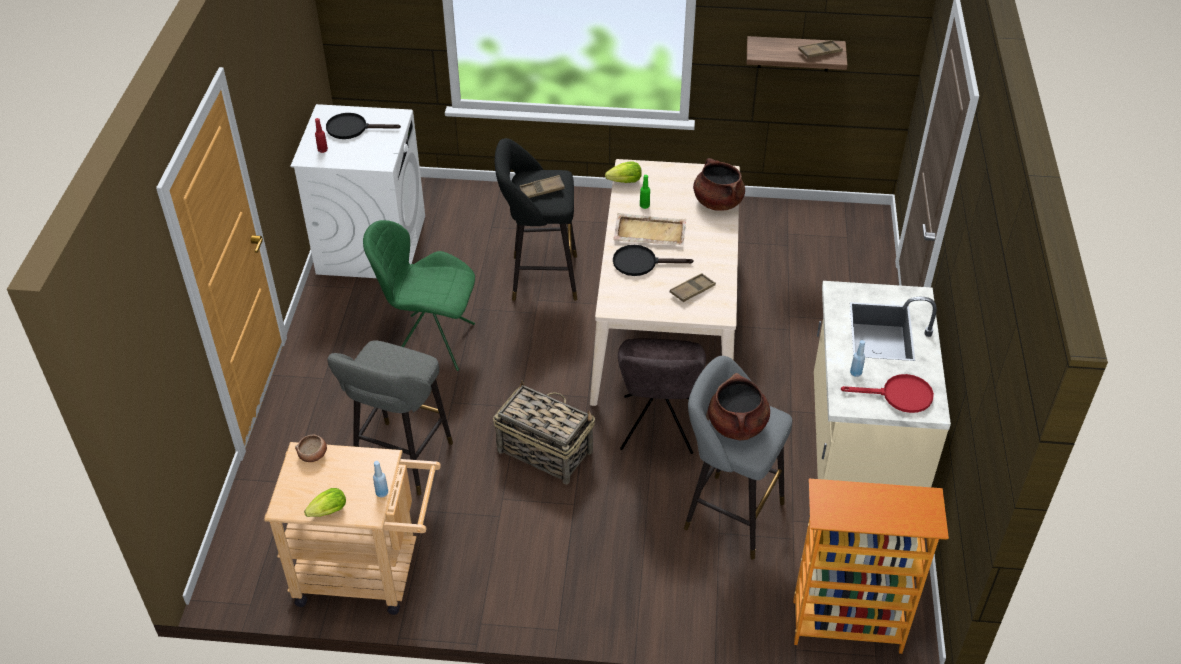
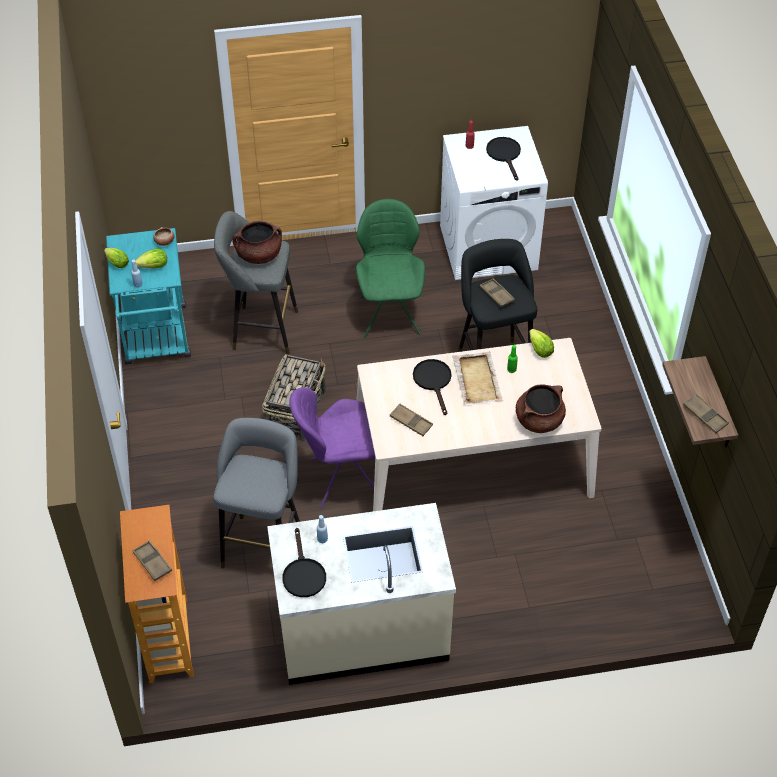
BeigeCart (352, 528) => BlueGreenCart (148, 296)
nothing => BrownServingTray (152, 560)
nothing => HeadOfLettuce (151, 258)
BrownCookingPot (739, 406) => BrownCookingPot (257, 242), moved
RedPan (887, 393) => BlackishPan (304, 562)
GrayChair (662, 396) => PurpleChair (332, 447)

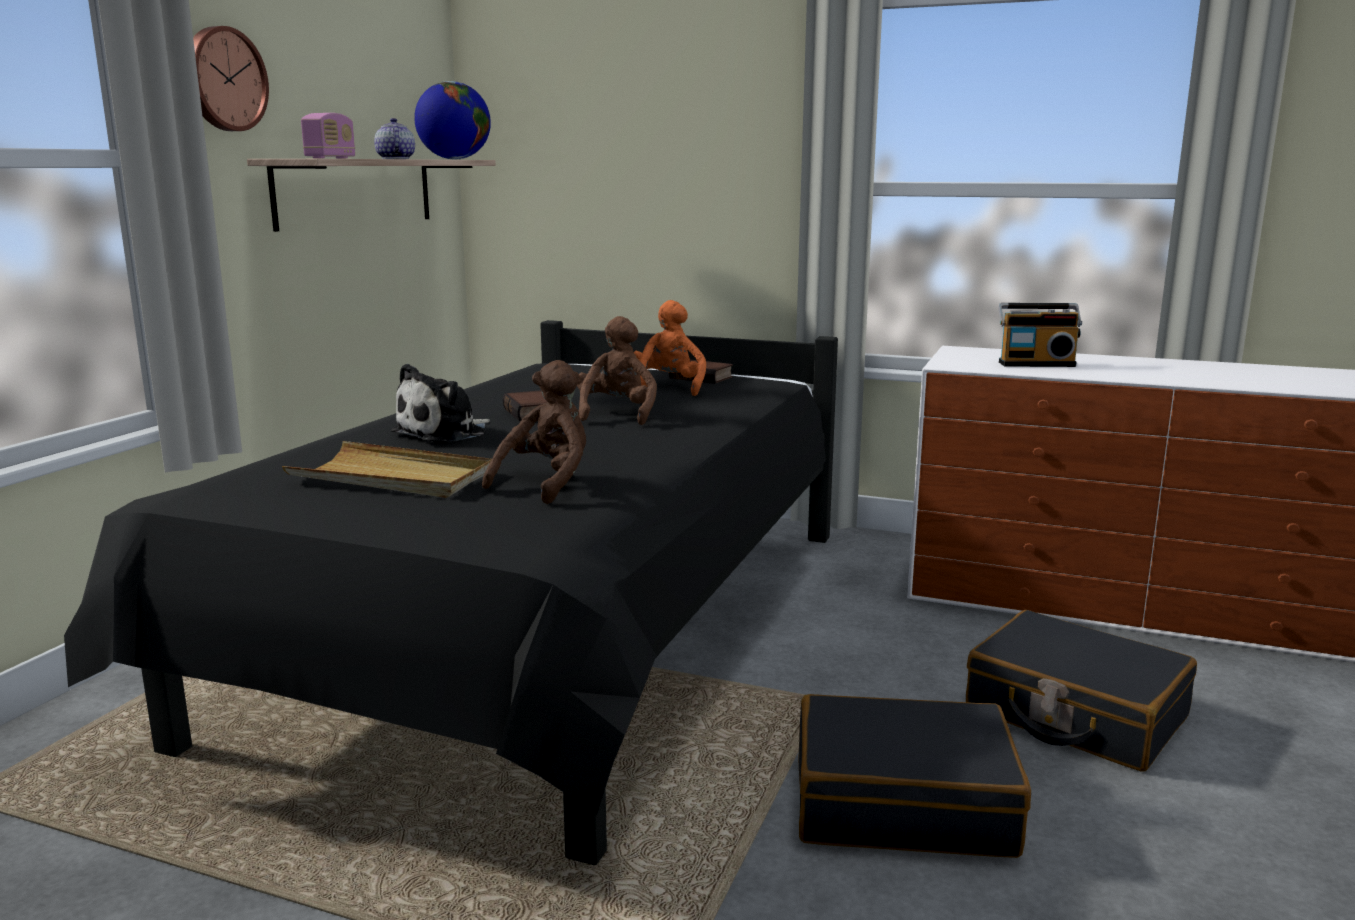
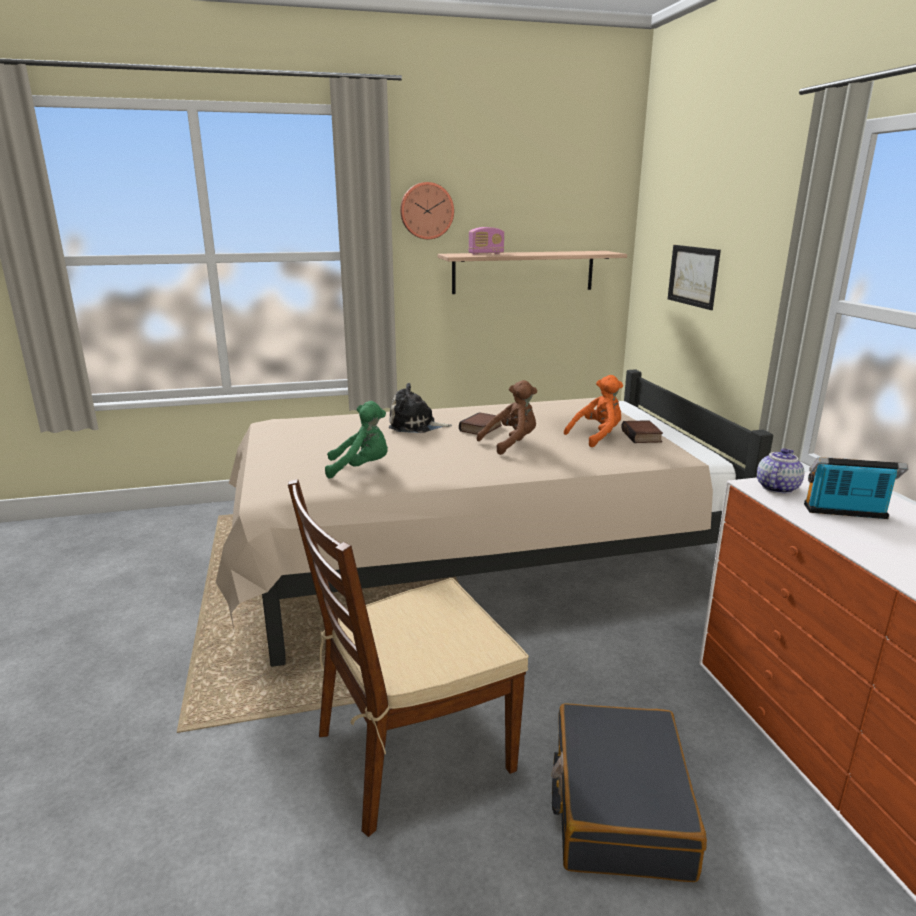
BlackishBed (451, 592) => BeigeBed (494, 518)
BlackishTravelCase (915, 776) => BrownChair (408, 658)
BrownPlushToy (534, 432) => GreenPlushToy (356, 439)
nothing => WallArt (694, 277)
TeaPot (394, 138) => TeaPot (780, 471), moved
Radio (1040, 335) => Radio (856, 488), 135 degrees clockwise
BeigeServingTray (387, 469) => nothing
DeskGlobe (452, 120) => nothing

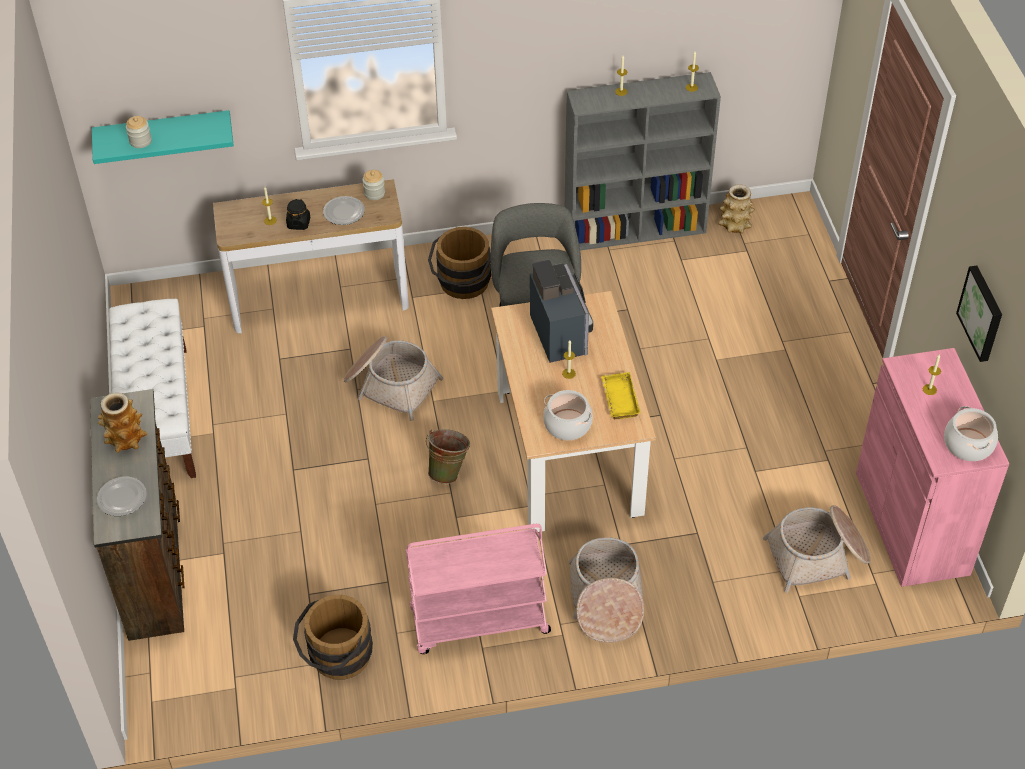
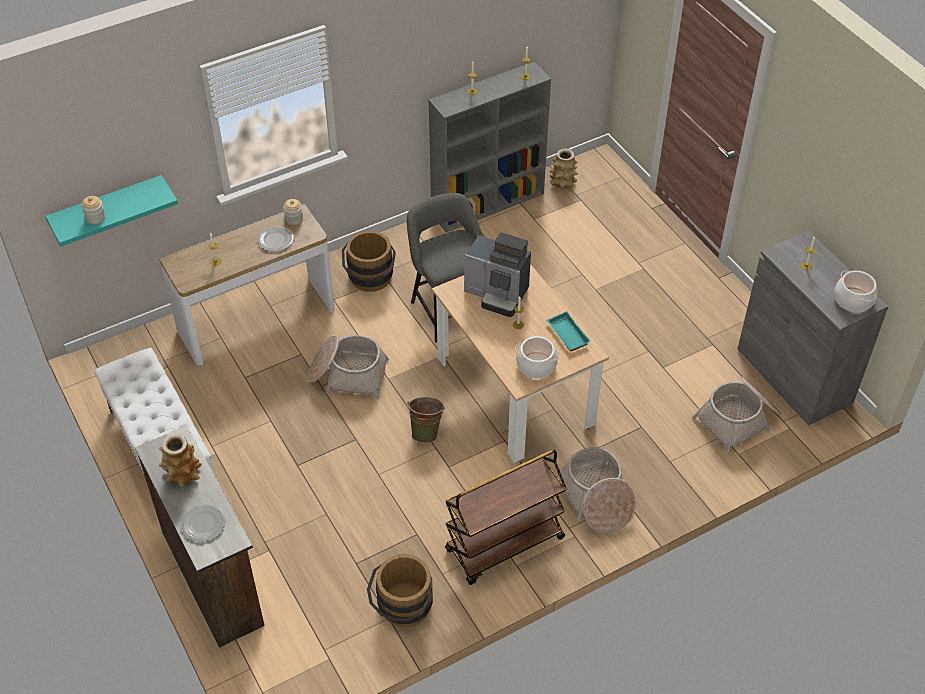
PinkishCart (478, 589) => BrownCart (506, 517)
CoffeeMaker (561, 311) => CoffeeMaker (497, 274), 150 degrees clockwise
YellowServingTray (621, 395) => BlueGreenServingTray (568, 331)
PinkishStorageCabinet (932, 467) => GrayStorageCabinet (813, 328)
BlackishStorageJar (298, 214) => nothing
WallArt (979, 313) => nothing

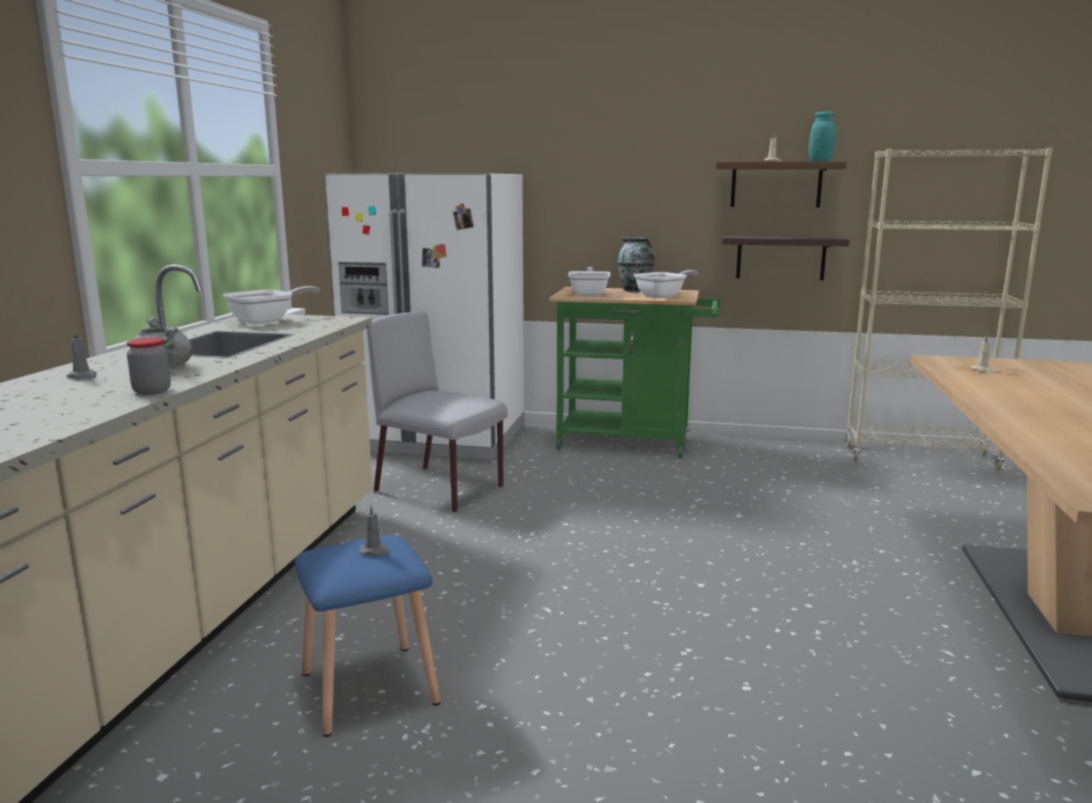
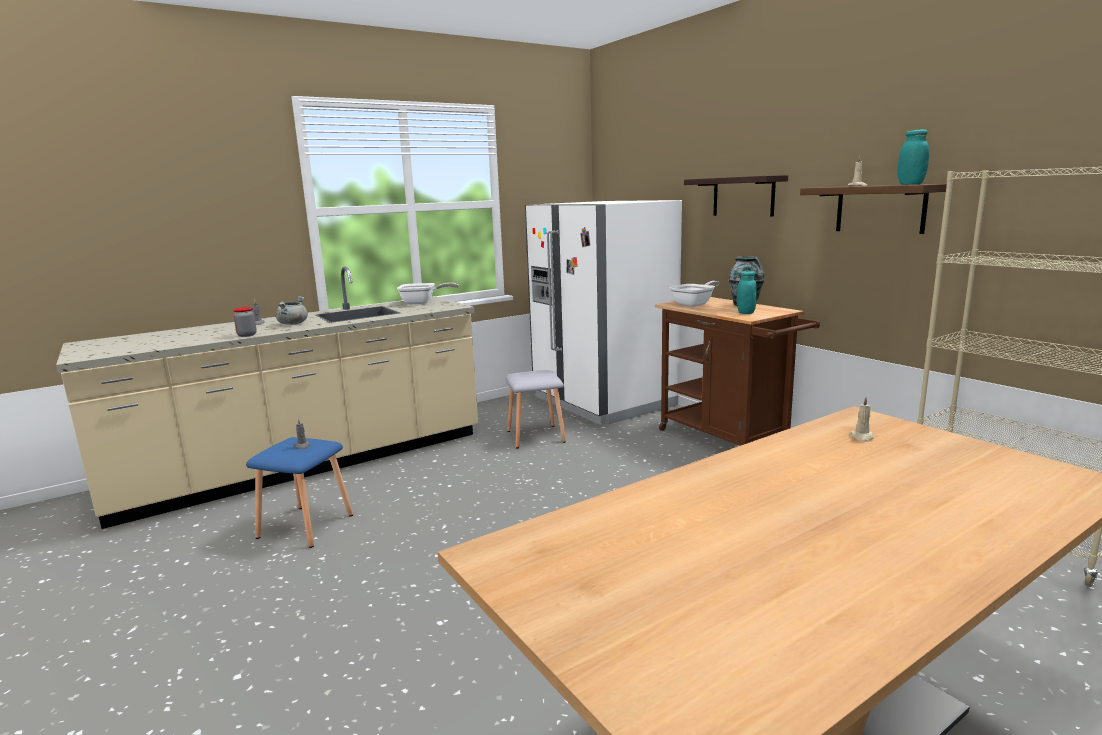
GrayChair (437, 412) => GrayStool (536, 409)
GreenCart (634, 372) => BrownCart (737, 371)
Shelf (785, 257) => Shelf (736, 195), moved
Pan (666, 284) => BlueGreenStorageJar (747, 292)

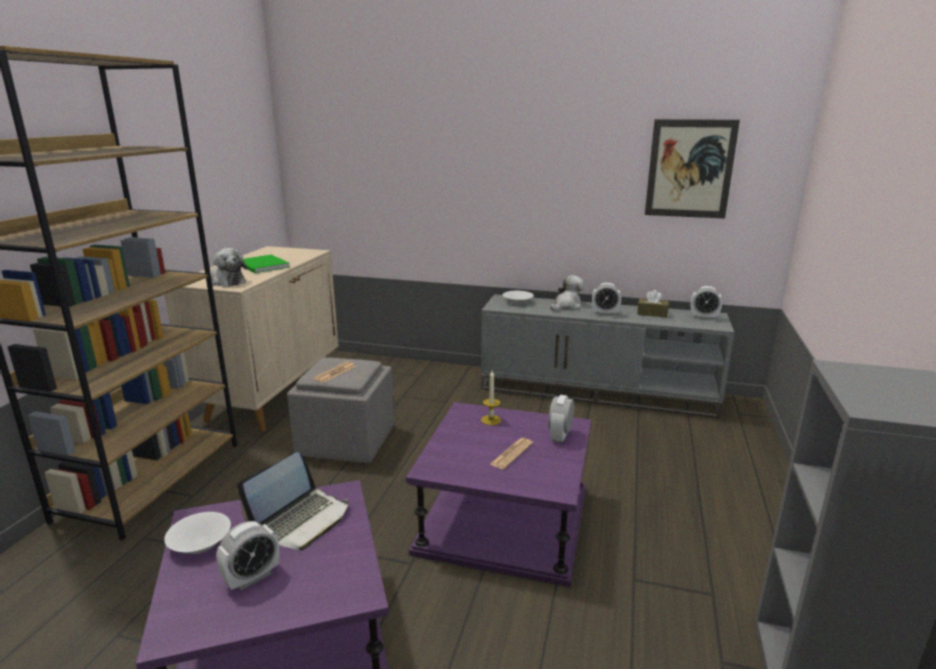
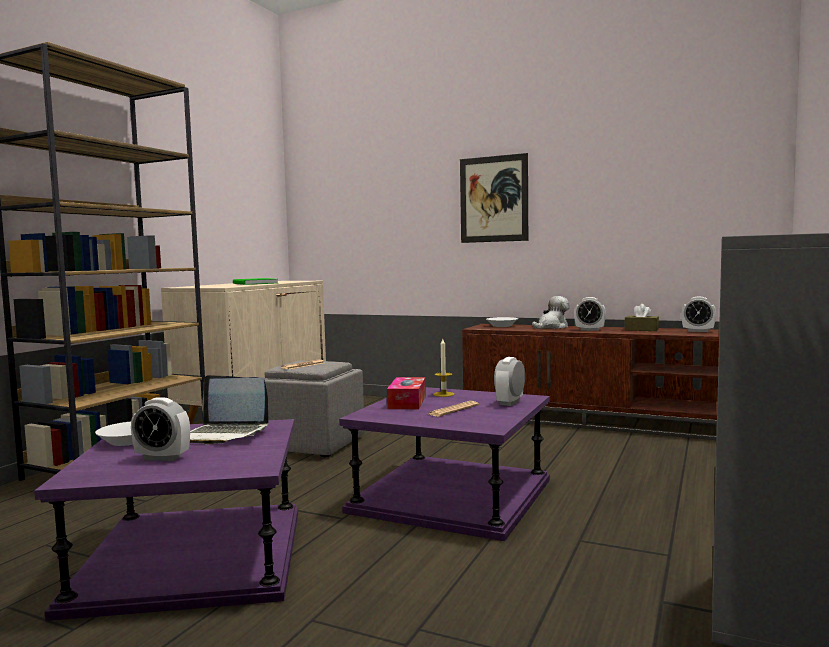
AlarmClock (247, 556) => AlarmClock (160, 429), 45 degrees clockwise
PortableComputer (293, 501) => PortableComputer (229, 409), 60 degrees clockwise
nothing => TissueBox (406, 393)
WallArt (692, 169) => WallArt (494, 198), moved
GrayMediaConsole (608, 356) => BrownMediaConsole (590, 382)
PlushToy (229, 267) => nothing

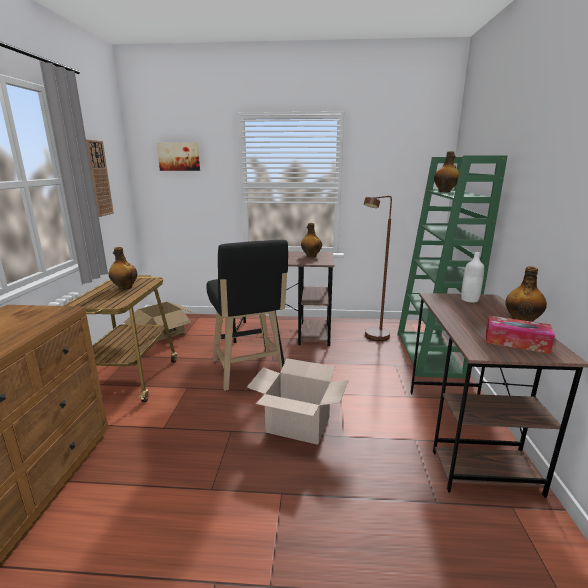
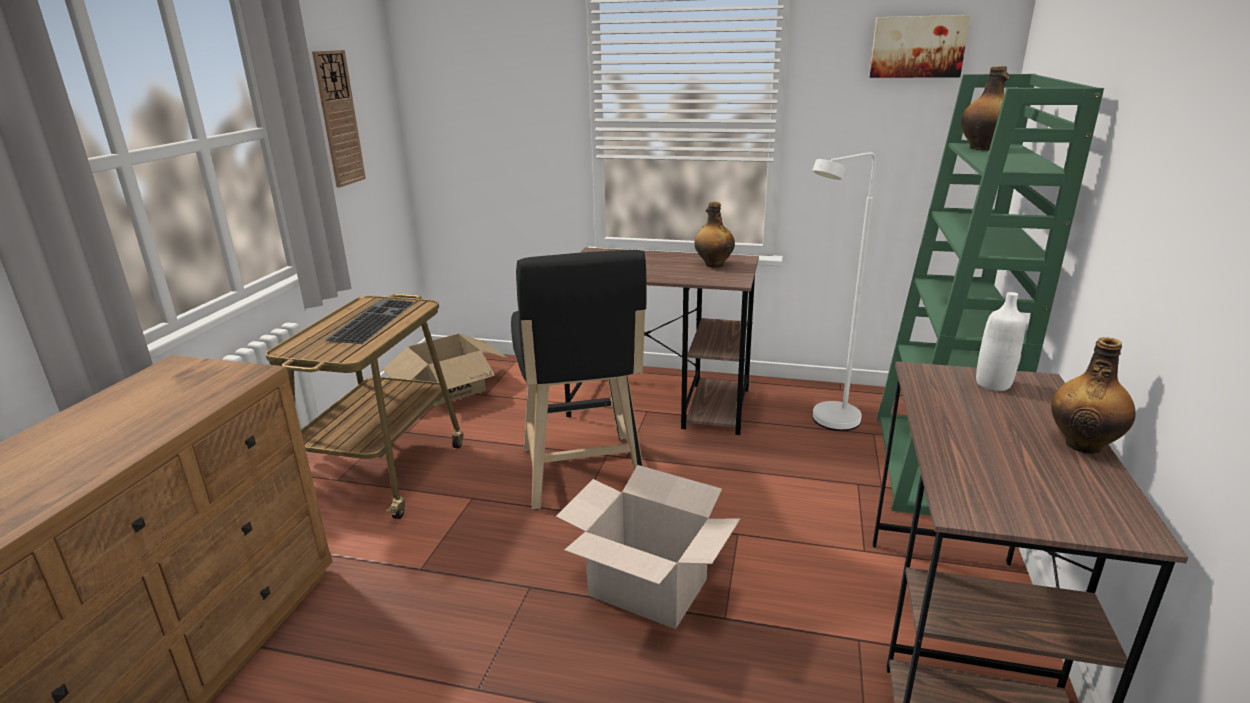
BeverageBottle (123, 268) => Keyboard (370, 321)
BrownStandingLamp (378, 268) => WhiteStandingLamp (844, 292)
WallArt (178, 156) => WallArt (920, 46), moved
TissueBox (520, 335) => nothing

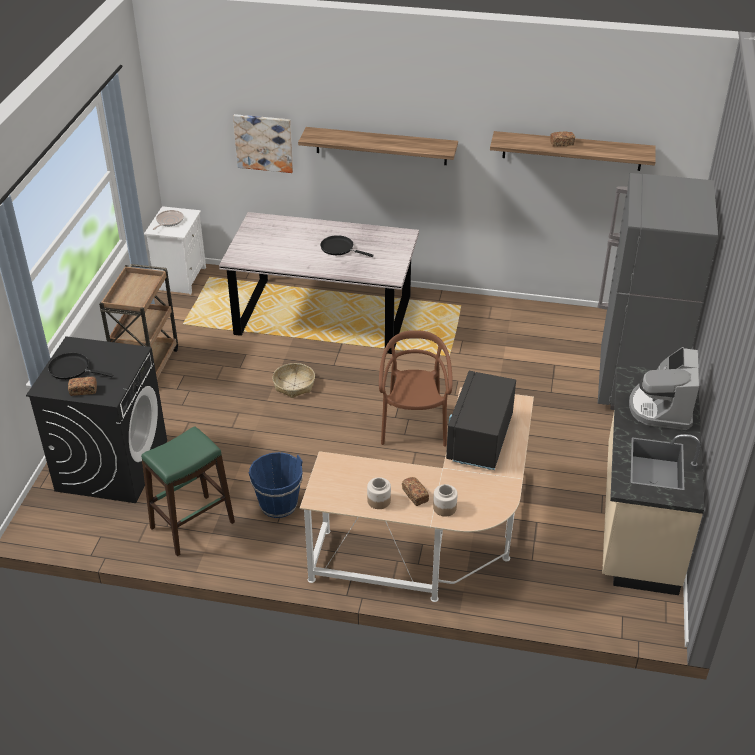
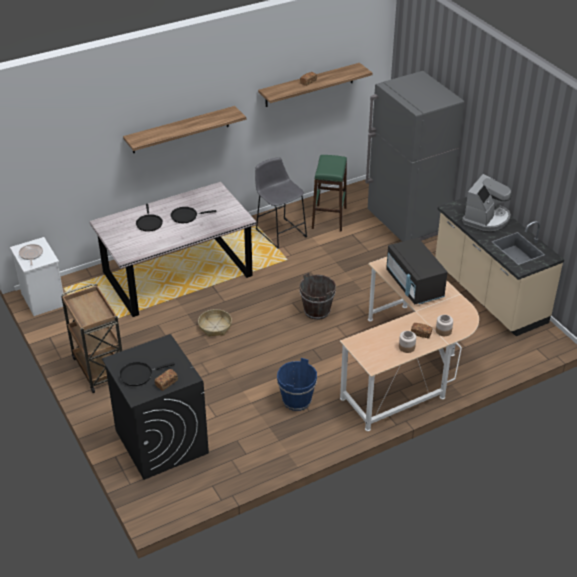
nothing => BlackishPan (149, 218)
nothing => GrayStool (281, 203)
BrownChair (415, 388) => BrownWaterBucket (317, 296)
GreenStool (188, 491) => GreenStool (329, 193), moved
CoffeeMaker (664, 388) => CoffeeMaker (487, 202), 120 degrees counterclockwise
WallArt (263, 143) => nothing

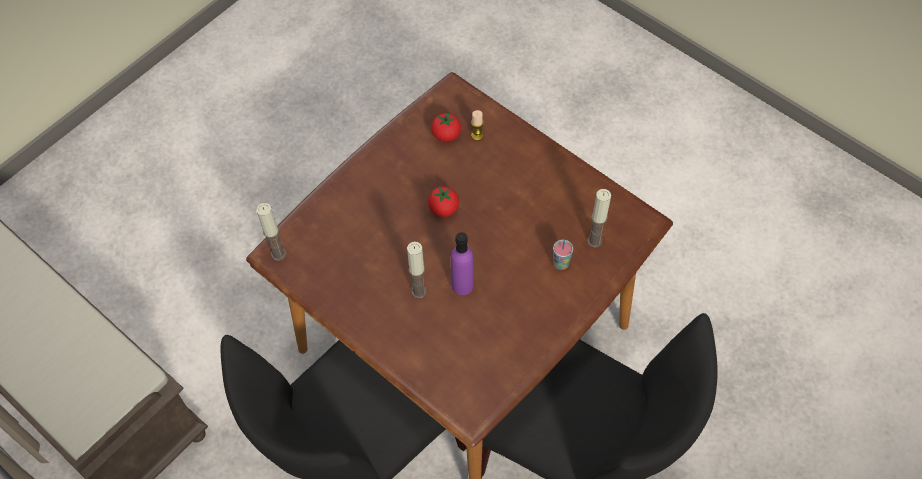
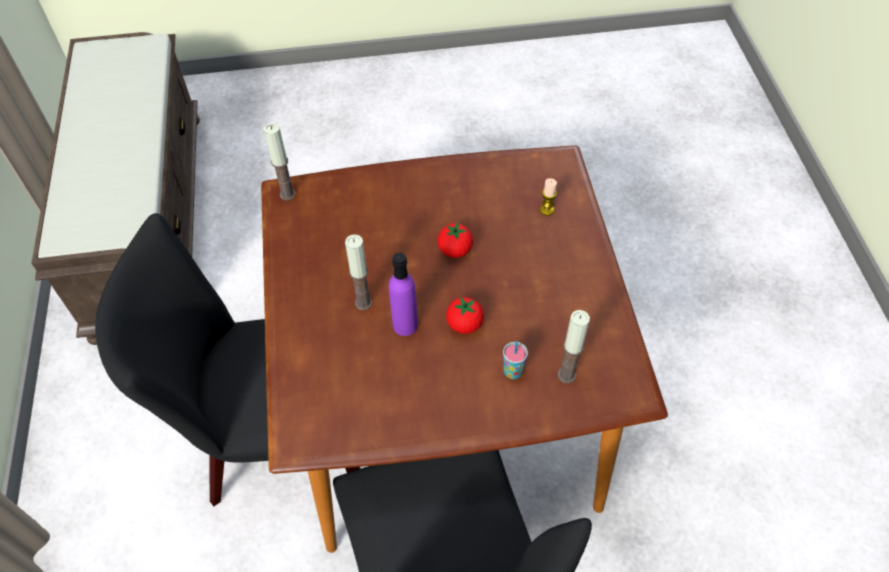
WholeTomato (446, 127) => WholeTomato (465, 315), moved

